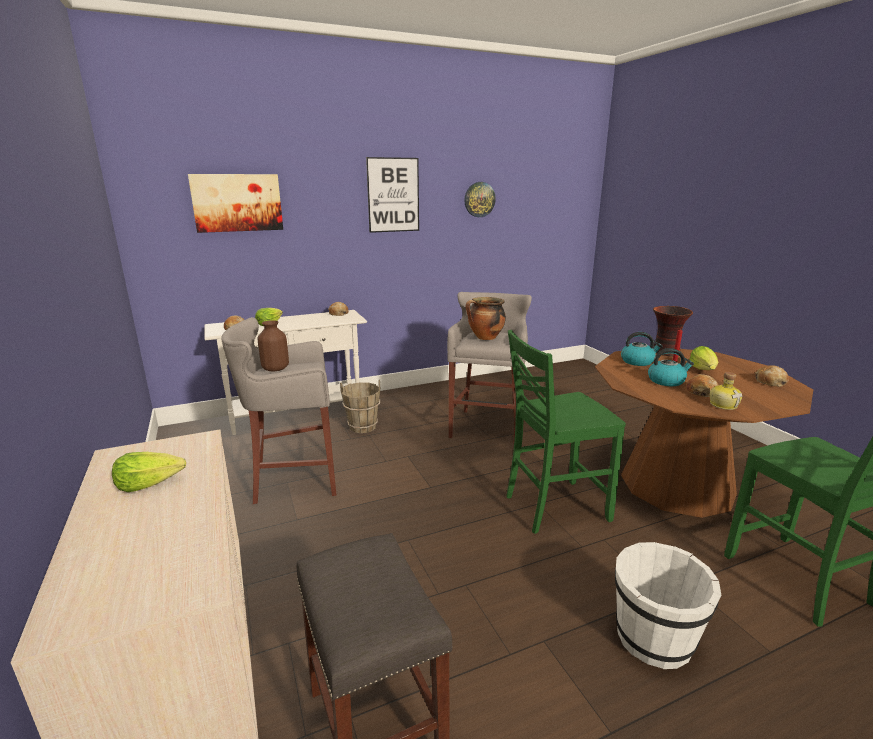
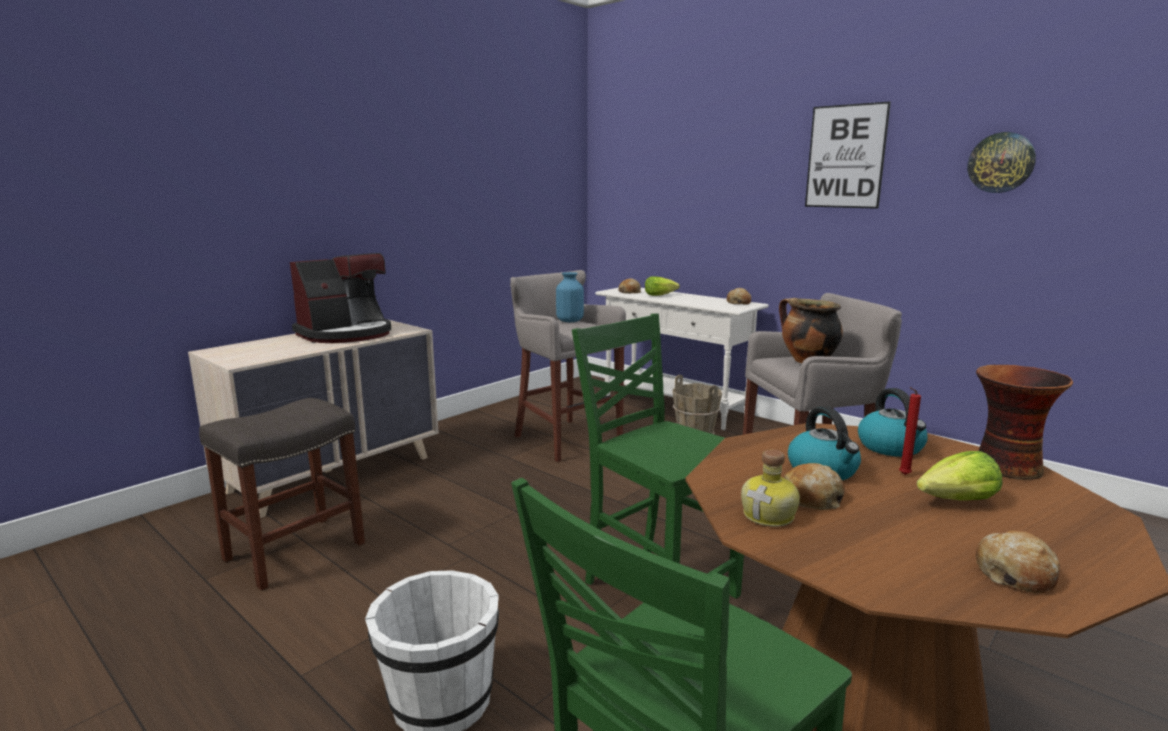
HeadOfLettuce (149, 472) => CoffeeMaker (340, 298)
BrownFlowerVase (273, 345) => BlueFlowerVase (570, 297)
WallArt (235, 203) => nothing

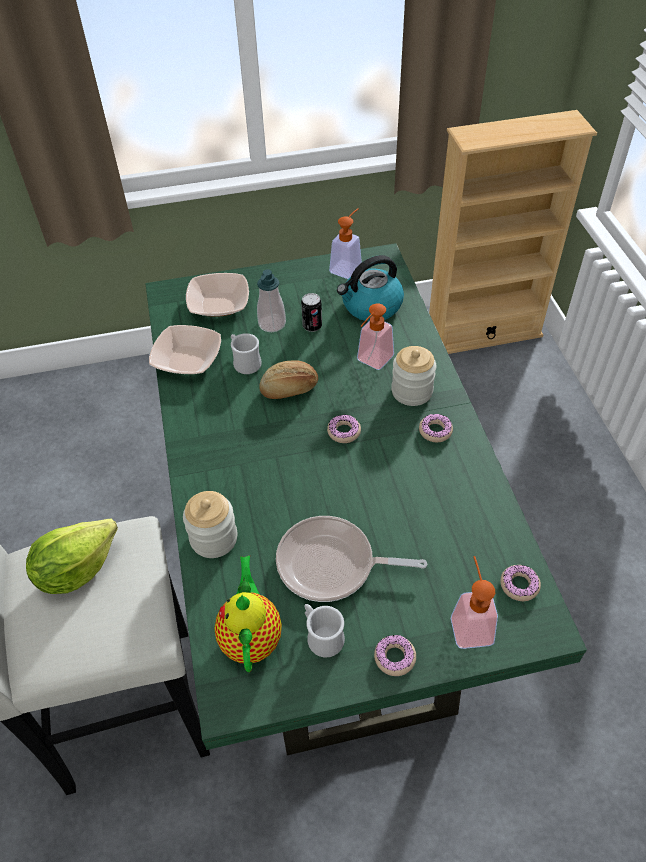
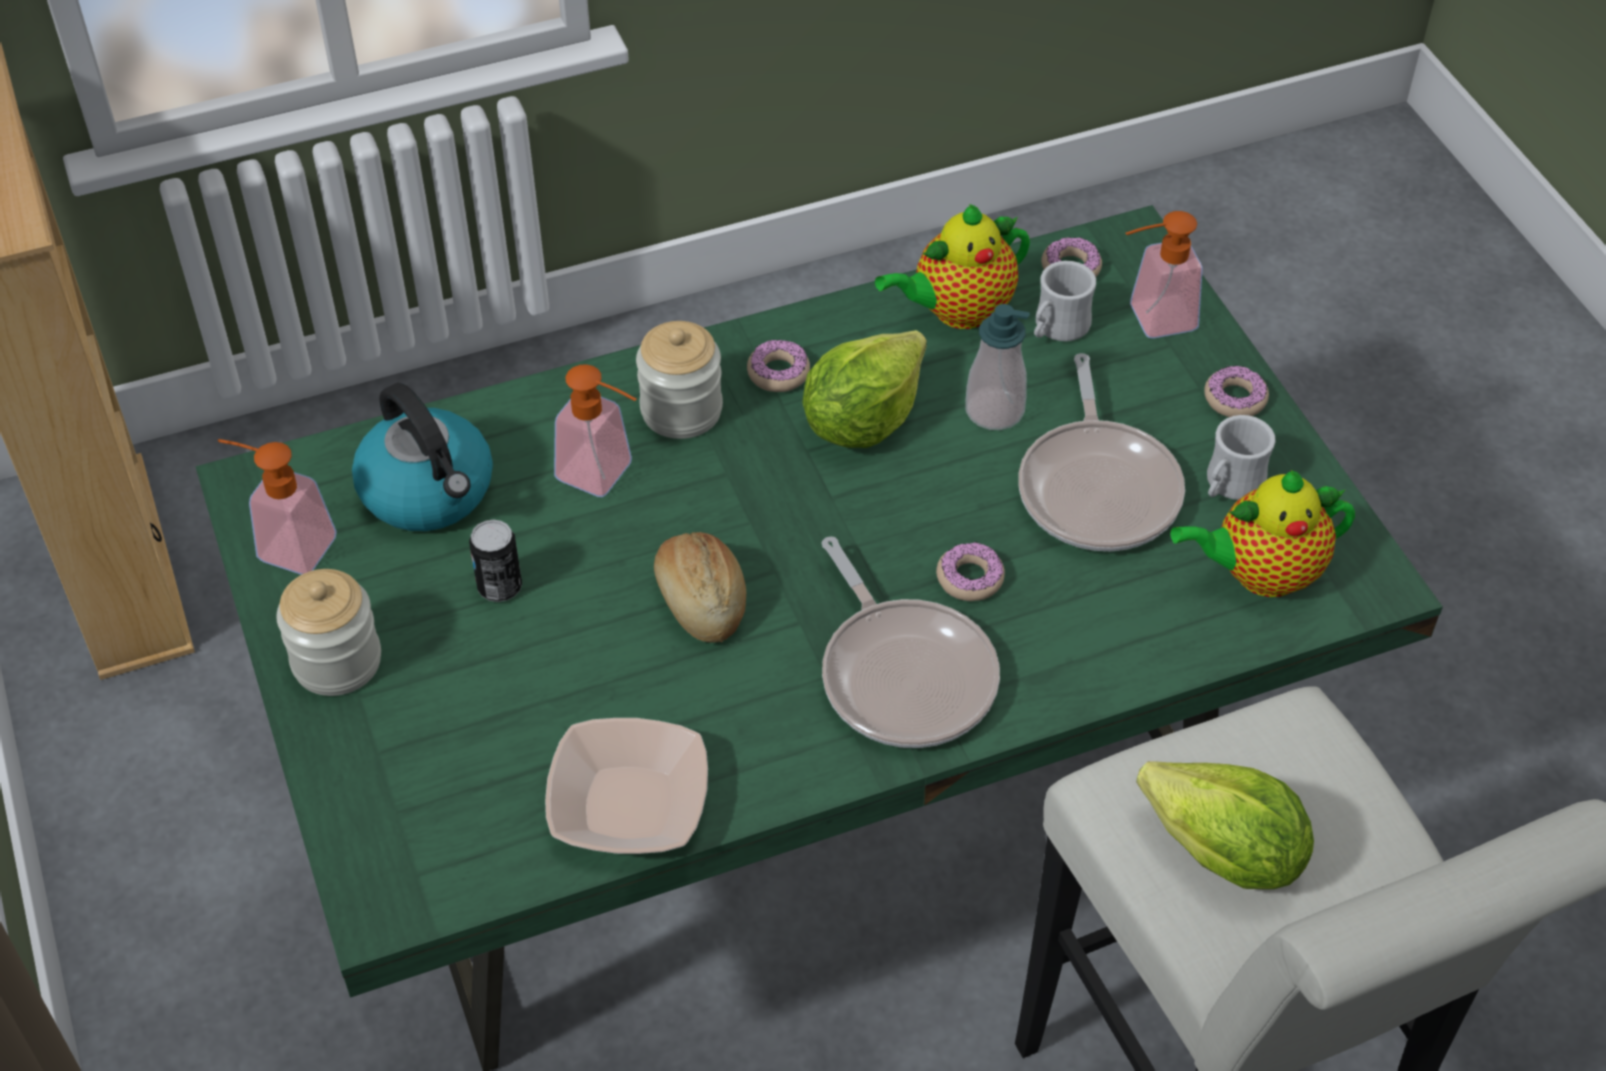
StorageJar (210, 524) => StorageJar (329, 632), moved
nothing => HeadOfLettuce (864, 389)
nothing => Pan (911, 642)
nothing => TeaPot (952, 266)
RingDoughnut (344, 429) => RingDoughnut (970, 571), moved
SoapDispenser (271, 300) => SoapDispenser (997, 367), moved
WhiteMug (246, 353) => WhiteMug (1065, 301), moved
Bowl (217, 295) => nothing

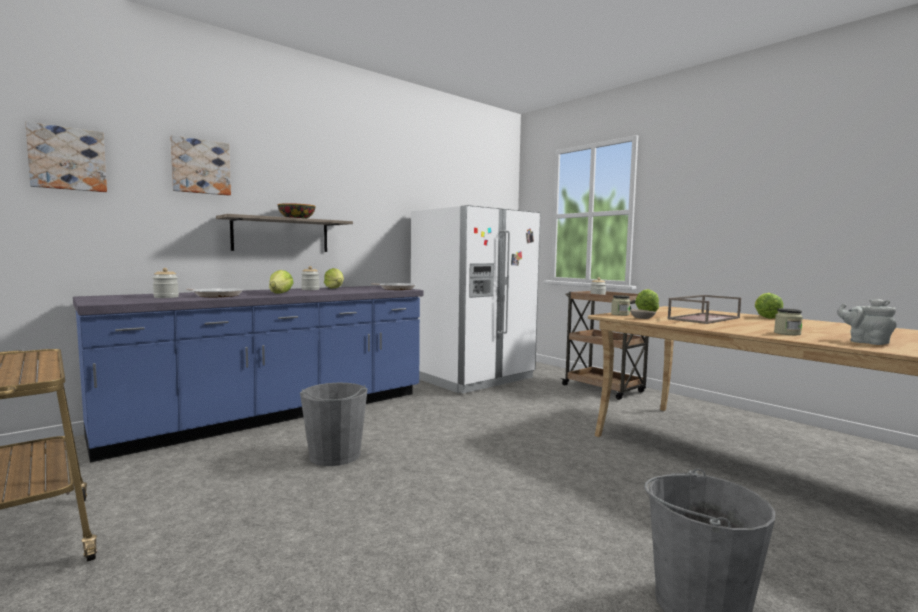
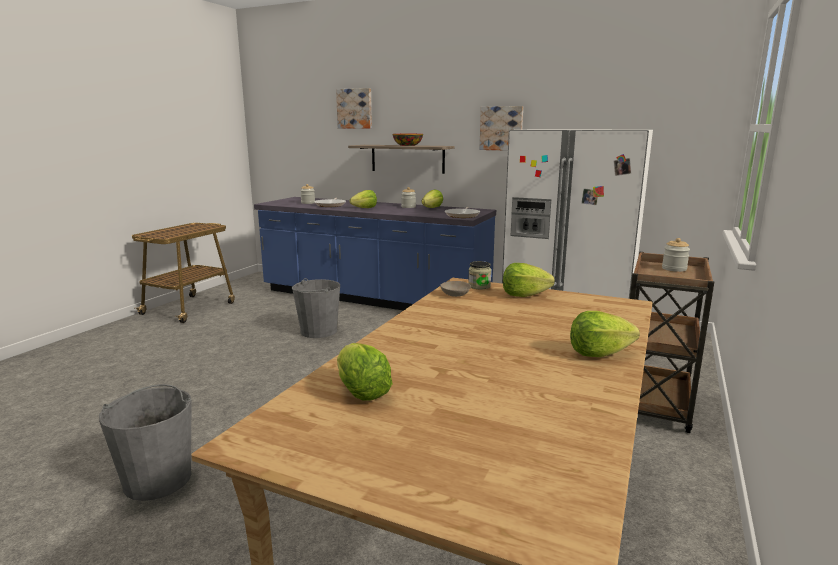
GrayTeaPot (867, 322) => HeadOfLettuce (365, 371)
WallArt (66, 157) => WallArt (501, 128), moved
BrownServingTray (704, 309) => nothing
StorageJar (788, 322) => nothing

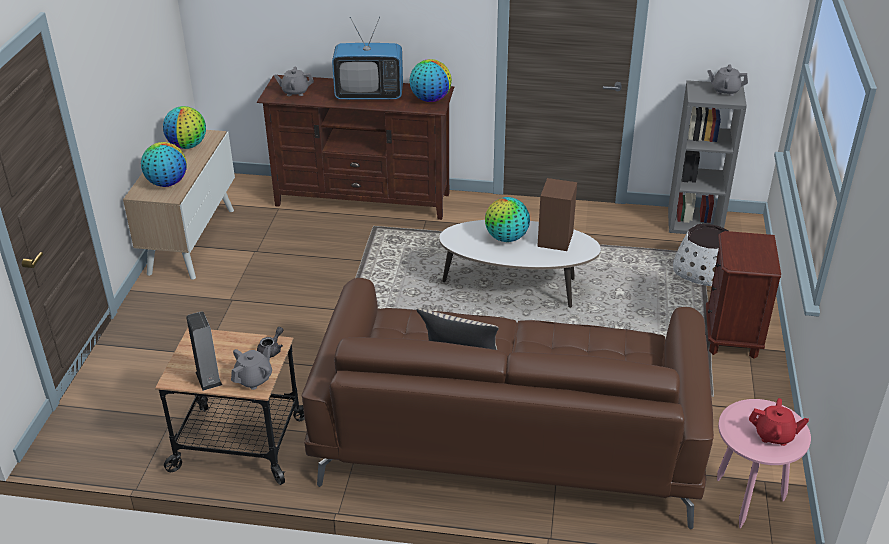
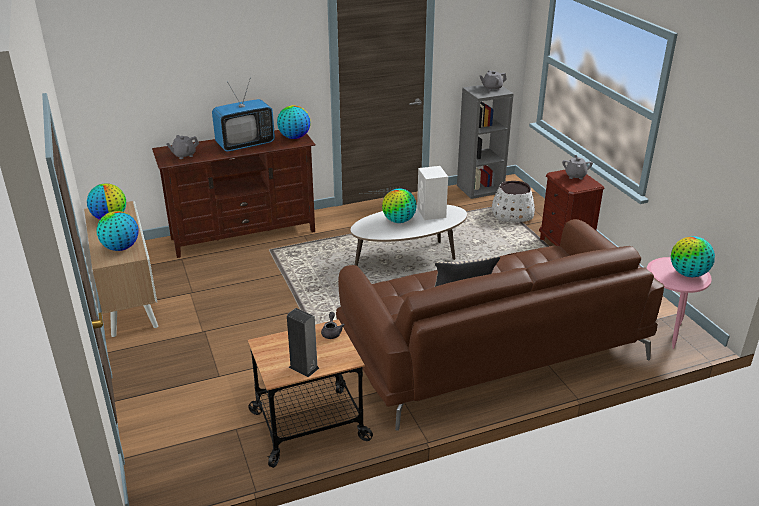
BrownSpeaker (557, 214) => WhiteSpeaker (432, 193)
GrayTeaPot (251, 367) => GrayTeaPot (577, 167), moved
RedTeaPot (779, 422) => DeskGlobe (693, 256)

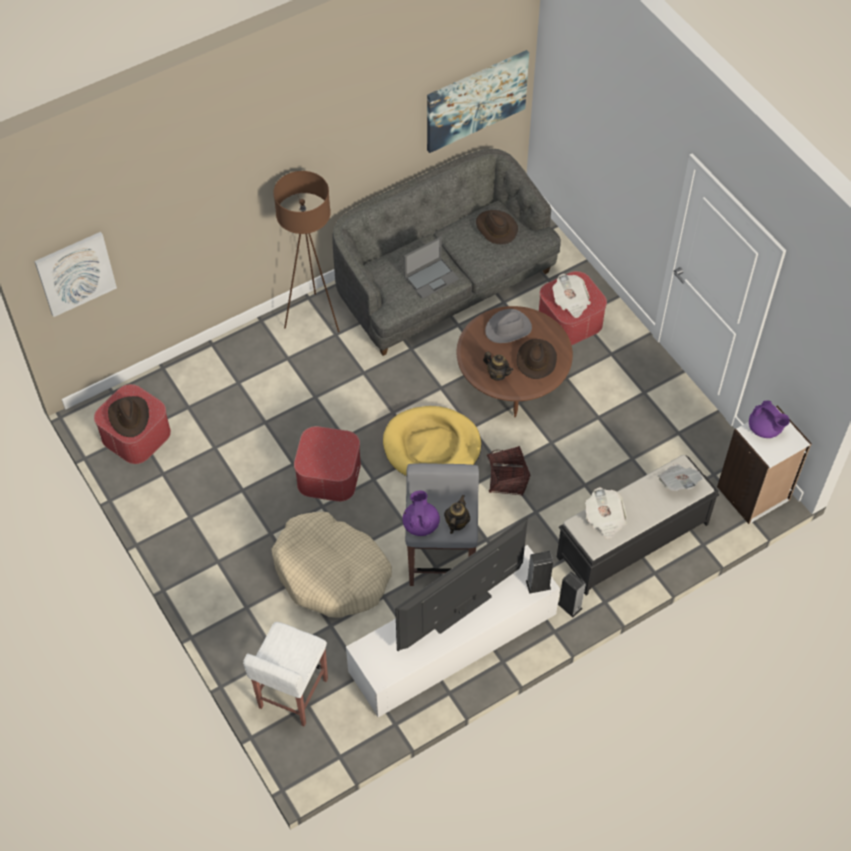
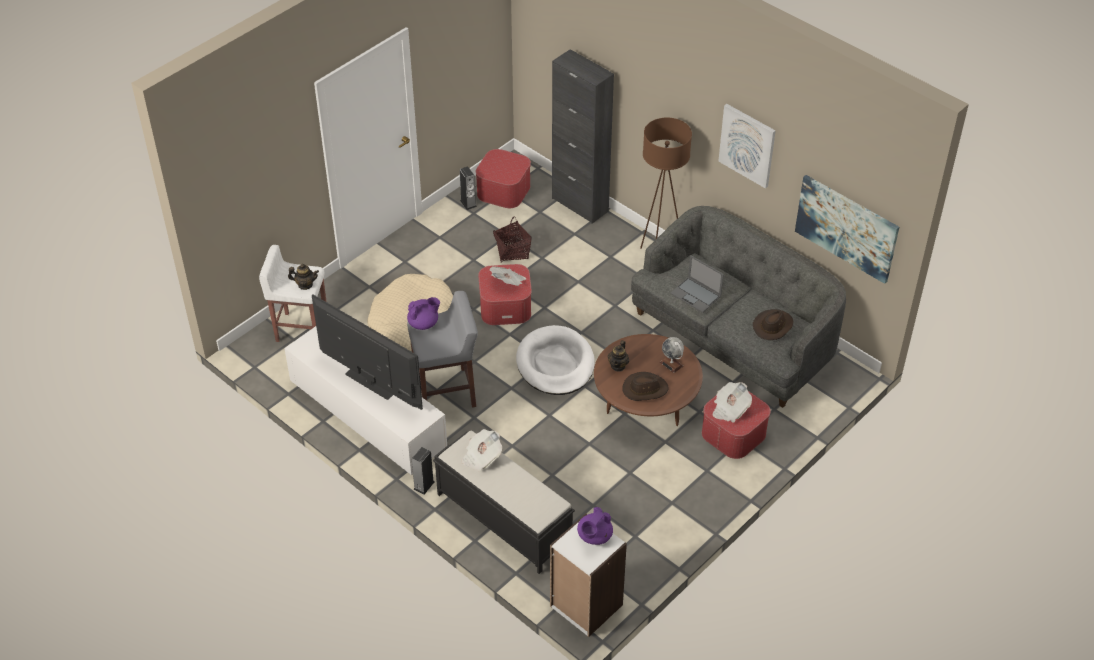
TeaPot (457, 514) => TeaPot (303, 277), moved
Speaker (539, 572) => Speaker (468, 188), moved
DailyPaper (680, 477) => DailyPaper (508, 276), moved
StorageBasket (509, 470) => StorageBasket (512, 239), moved
YellowPetBed (432, 441) => WhitePetBed (555, 360)
nothing => BlackishStorageCabinet (583, 136)
GrayWearableHat (508, 326) => DeskGlobe (672, 355)
WallArt (75, 274) => WallArt (747, 146), moved
BrownWearableHat (128, 416) => nothing

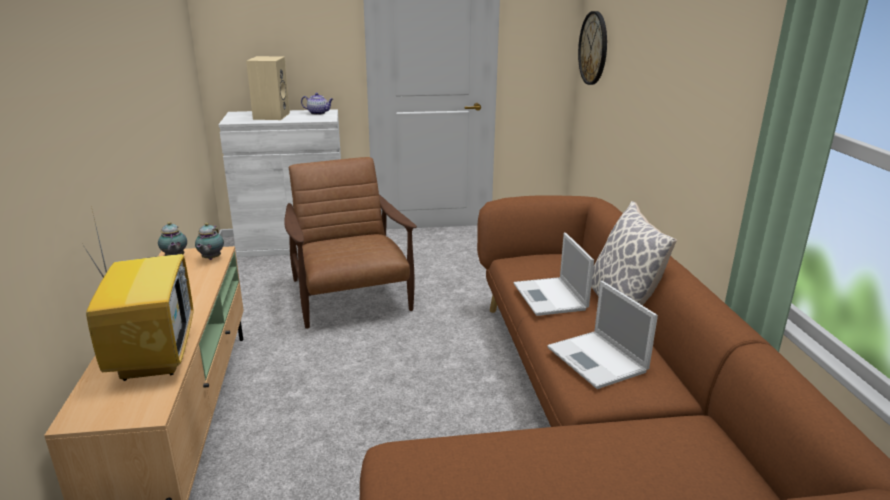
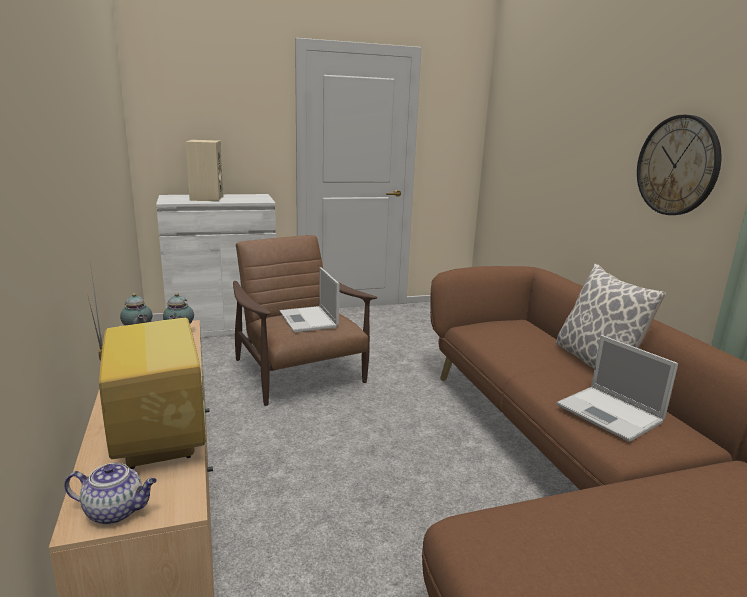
TeaPot (317, 104) => TeaPot (110, 494), moved
PortableComputer (553, 274) => PortableComputer (309, 299), moved
WallClock (592, 48) => WallClock (679, 165), moved

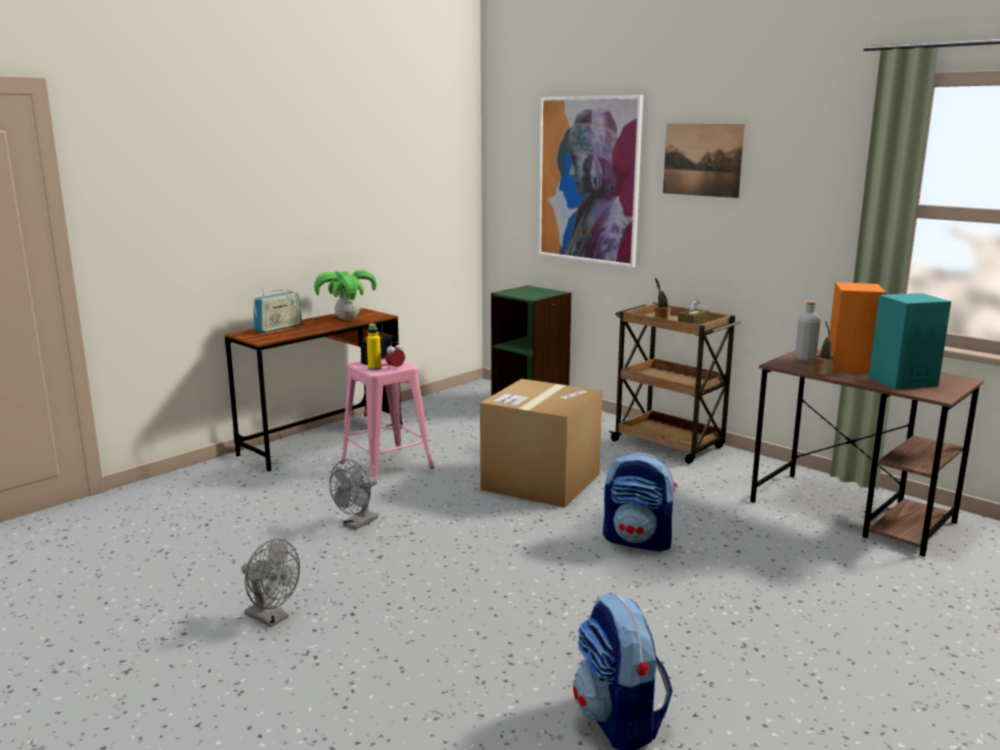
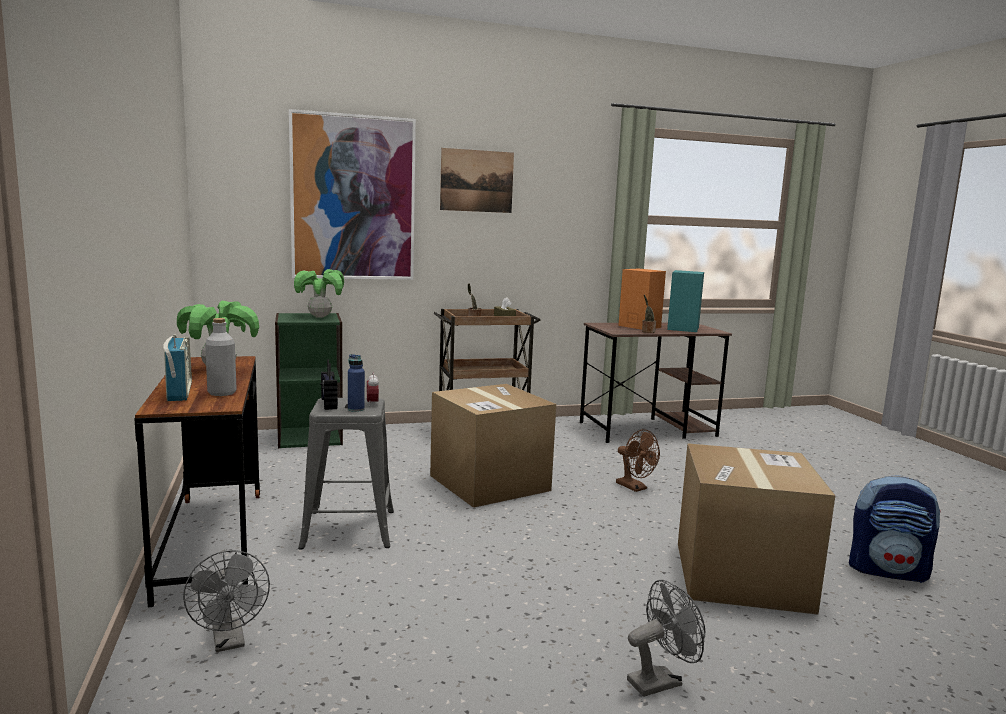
GrayFan (353, 494) => GrayFan (226, 601), moved
GrayBeverageBottle (807, 331) => GrayBeverageBottle (221, 357), moved
nothing => PottedPlant (319, 293)
PinkishStool (387, 421) => GrayStool (346, 474)
YellowBeverageBottle (374, 346) => BlueBeverageBottle (356, 383)
Rucksack (640, 502) => BrownFan (638, 460)
nothing => CardboardBox (756, 529)

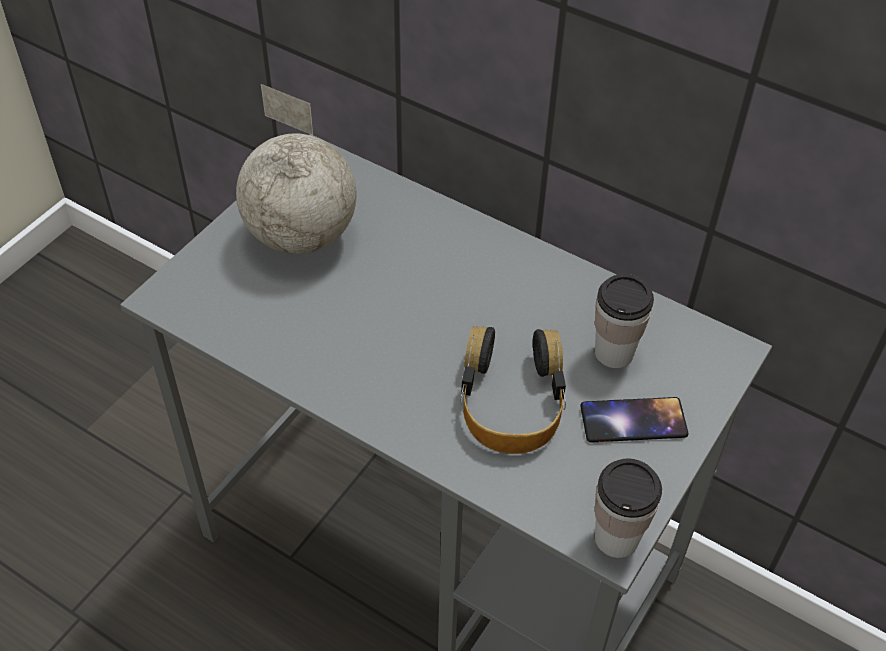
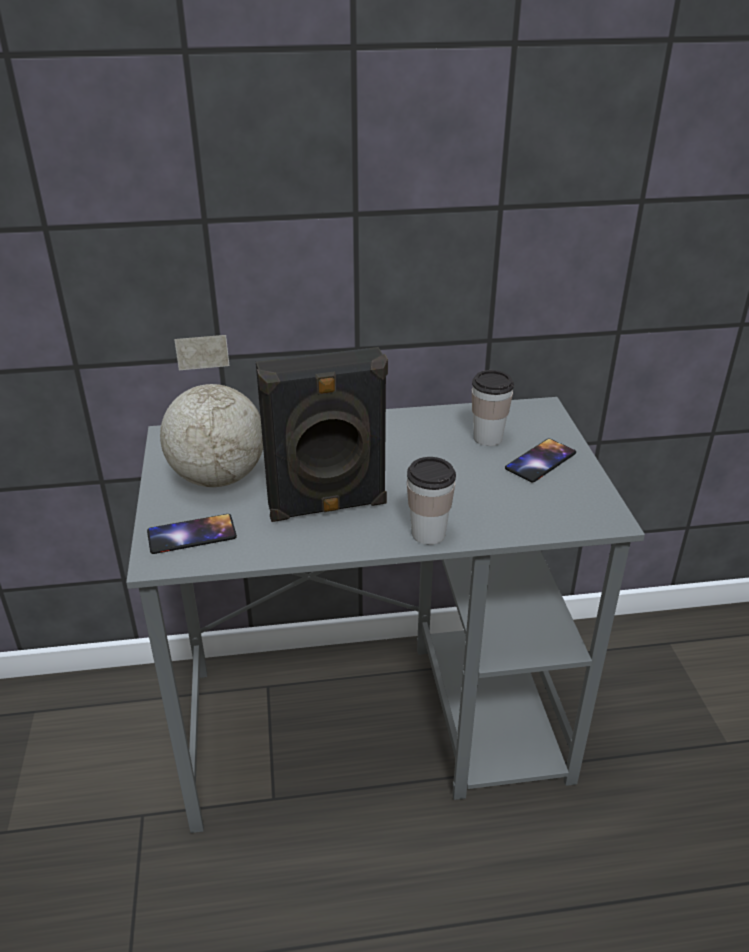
nothing => Telephone (192, 534)
nothing => BlackishSpeaker (322, 434)
DrinkingCup (628, 508) => DrinkingCup (431, 501), moved
Headset (513, 390) => nothing

